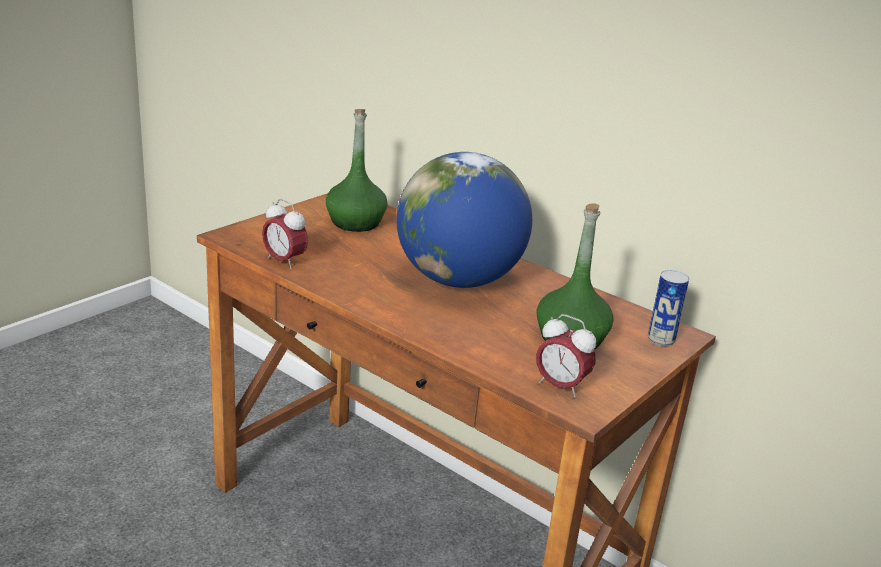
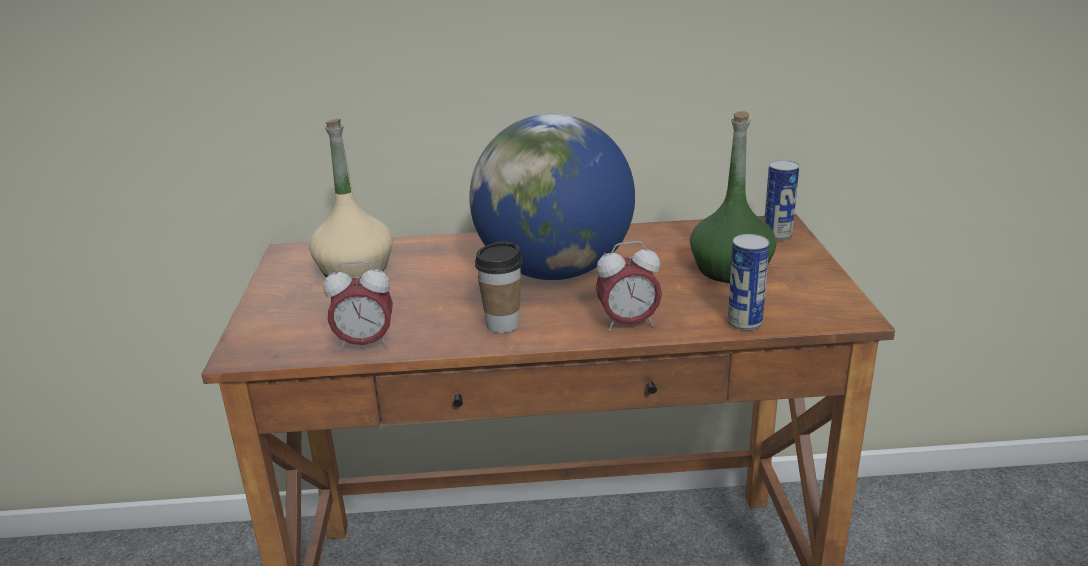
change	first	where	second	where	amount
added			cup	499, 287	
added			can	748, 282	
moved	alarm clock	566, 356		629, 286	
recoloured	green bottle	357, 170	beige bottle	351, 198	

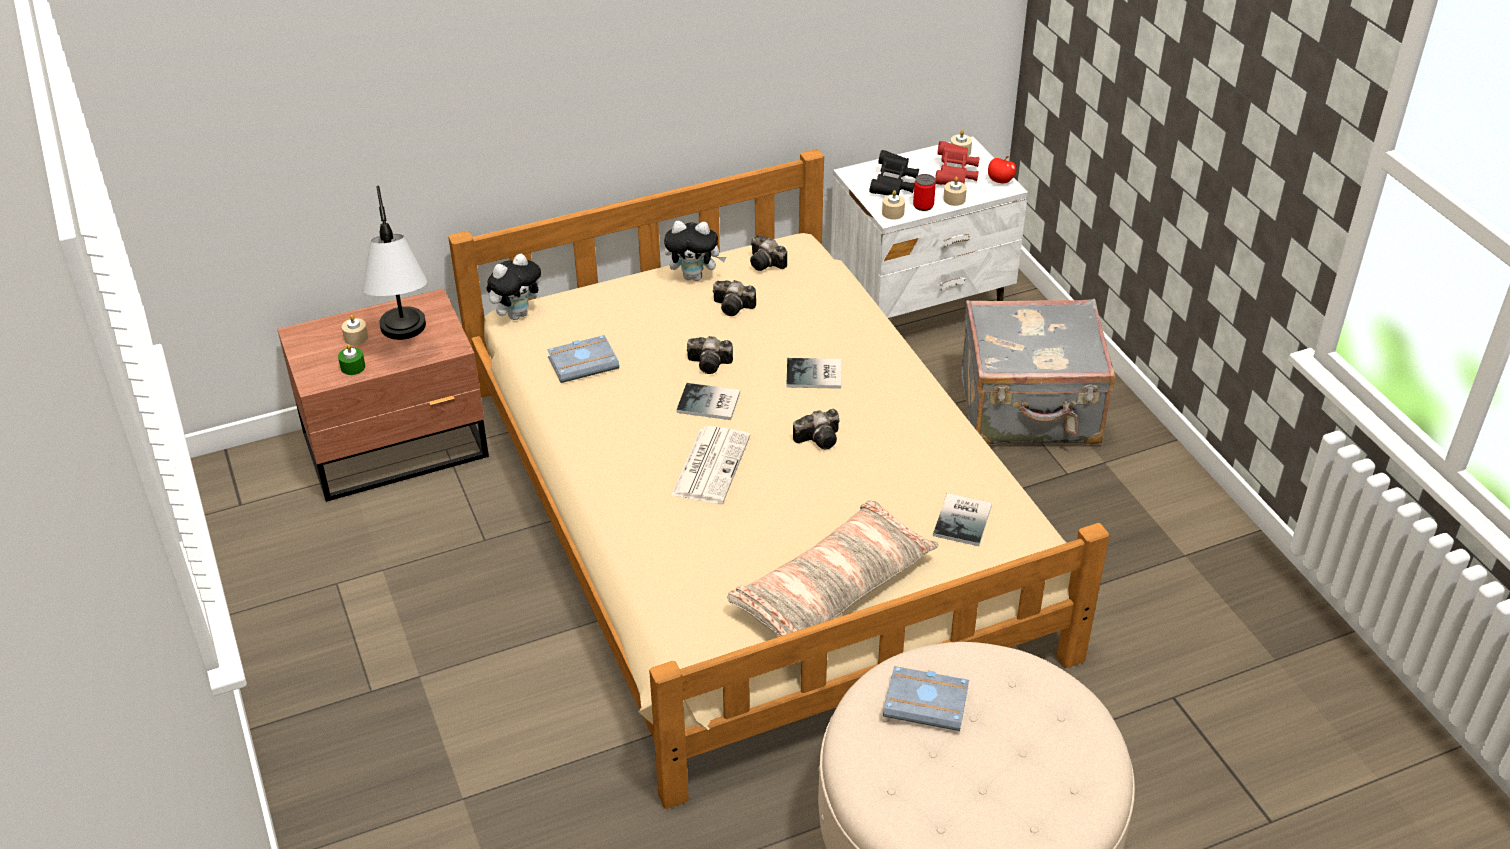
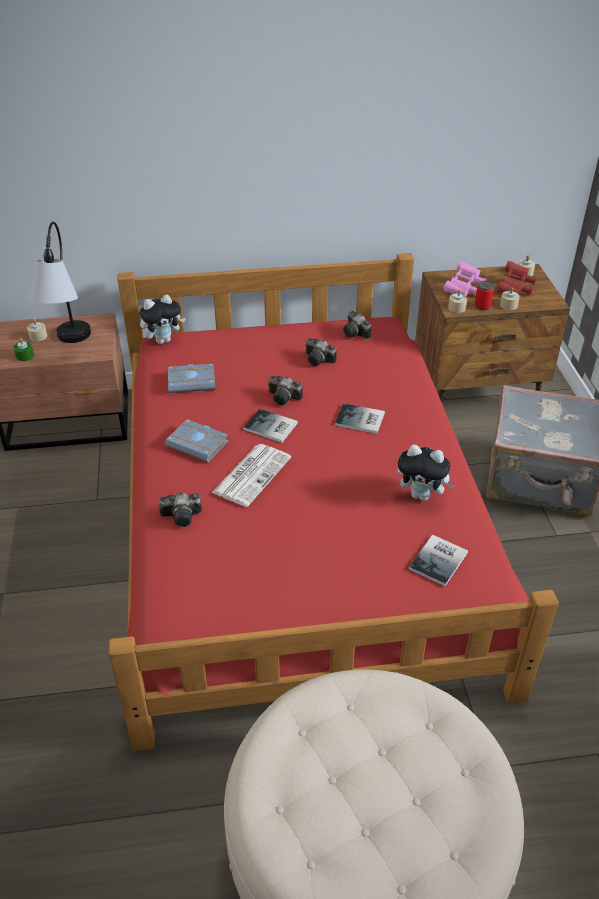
change	first	where	second	where	amount
removed	pillow	833, 568			
removed	apple	1002, 170			
moved	plush toy	695, 251		426, 472	
moved	photo camera	816, 429		180, 509	
moved	grey book	926, 698		197, 440	
recoloured	beige bed	779, 479	red bed	334, 502	
recoloured	white nightstand	929, 228	brown nightstand	492, 333	
recoloured	black binoculars	894, 172	pink binoculars	464, 278	

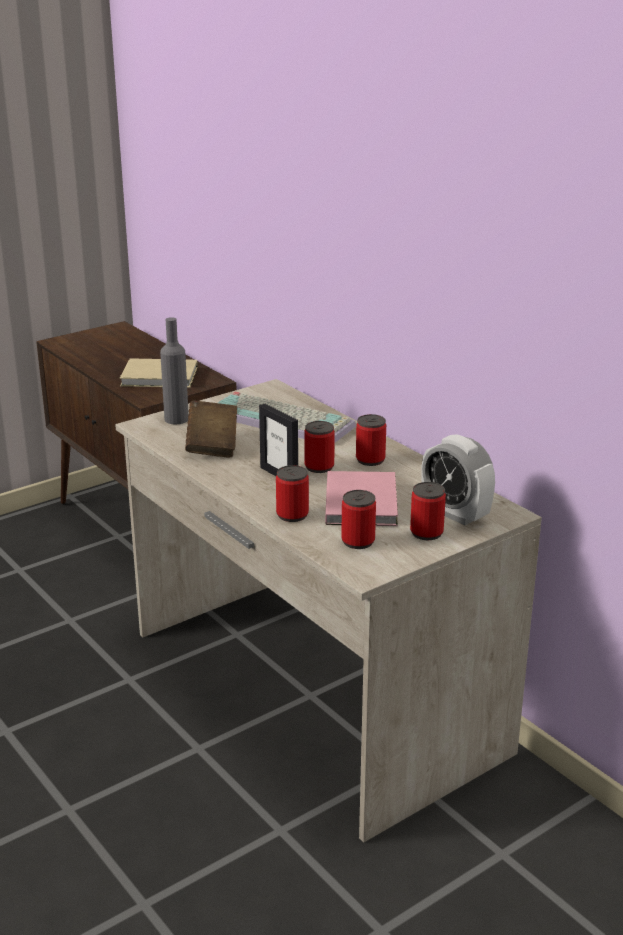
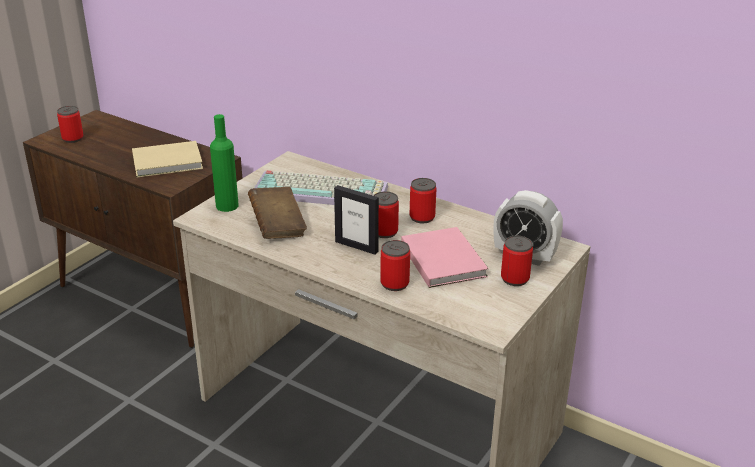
change	first	where	second	where	amount
moved	can	358, 519		70, 124	
recoloured	grey bottle	174, 370	green bottle	224, 163	

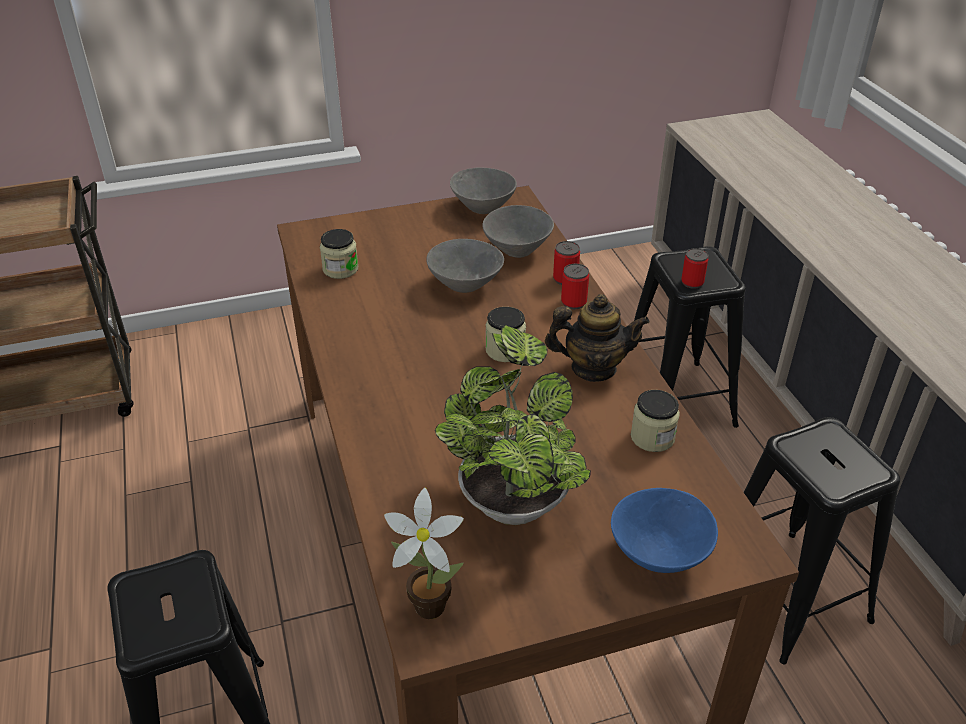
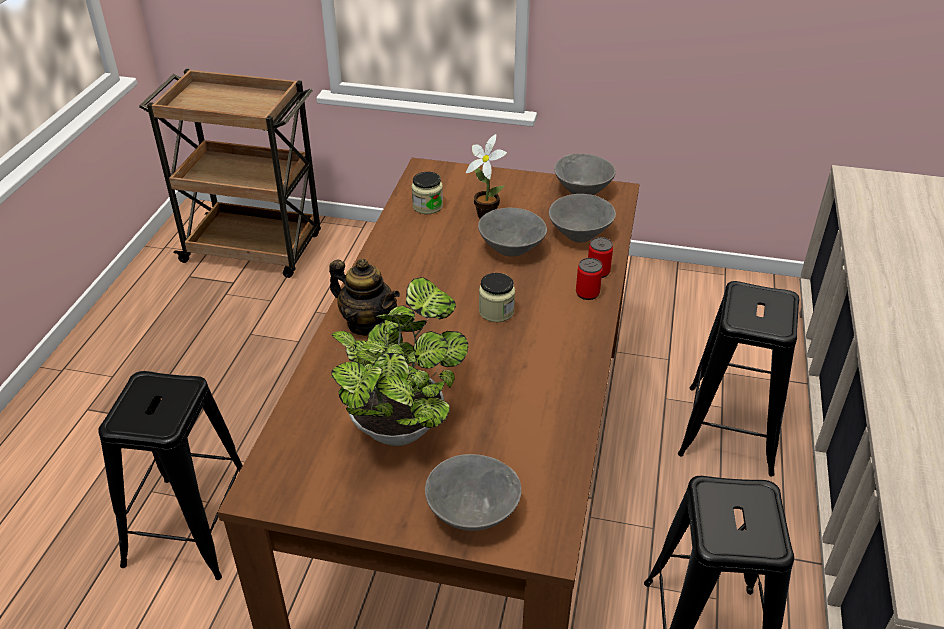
change	first	where	second	where	amount
removed	jar	655, 421			
removed	can	694, 268			
moved	potted plant	424, 553		486, 176	
moved	teapot	597, 338		364, 297	
recoloured	blue bowl	664, 530	grey bowl	473, 492	

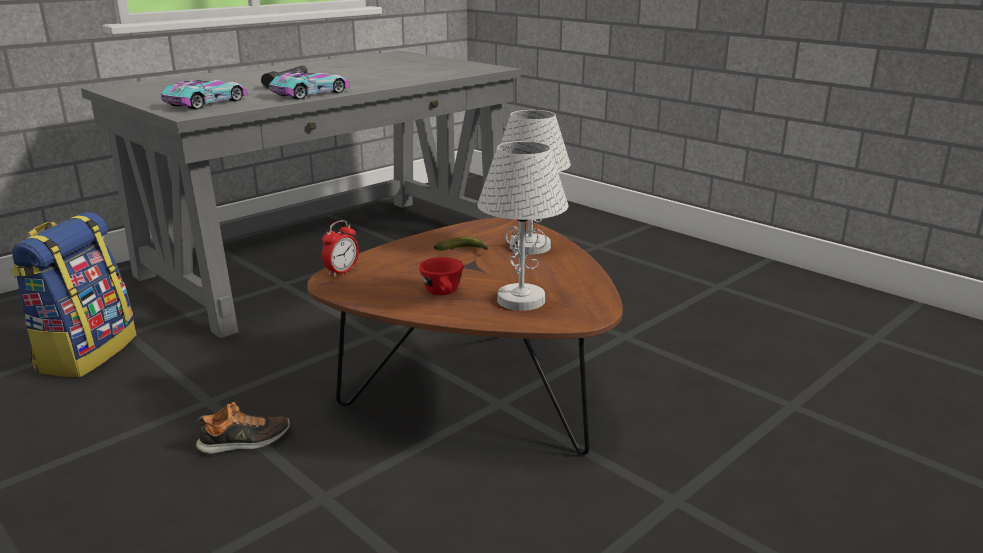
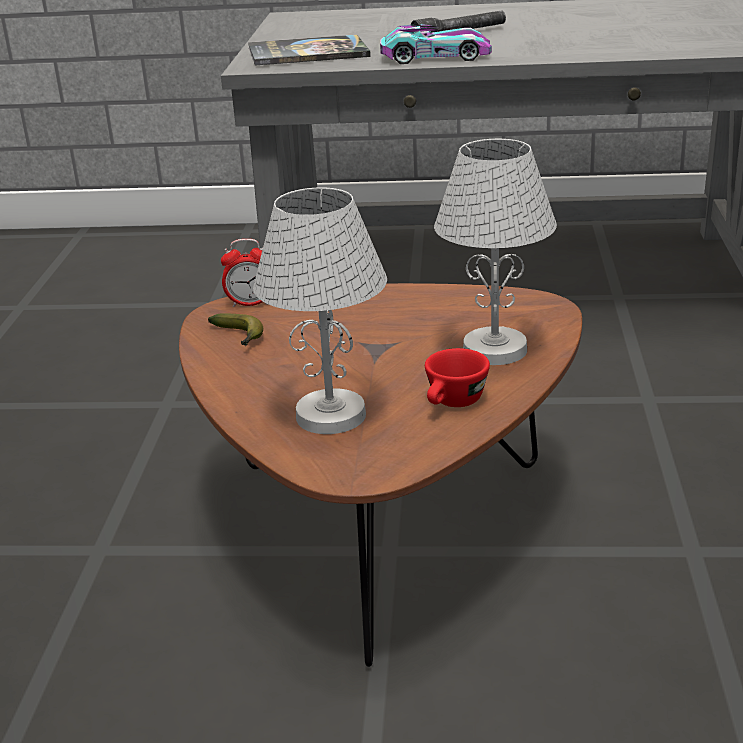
change	first	where	second	where	amount
removed	backpack	74, 295			
removed	shoe	243, 428			
moved	red cup	441, 276		457, 377	
moved	banana	461, 243		235, 329	
replaced	toy car	204, 95	book	309, 50	

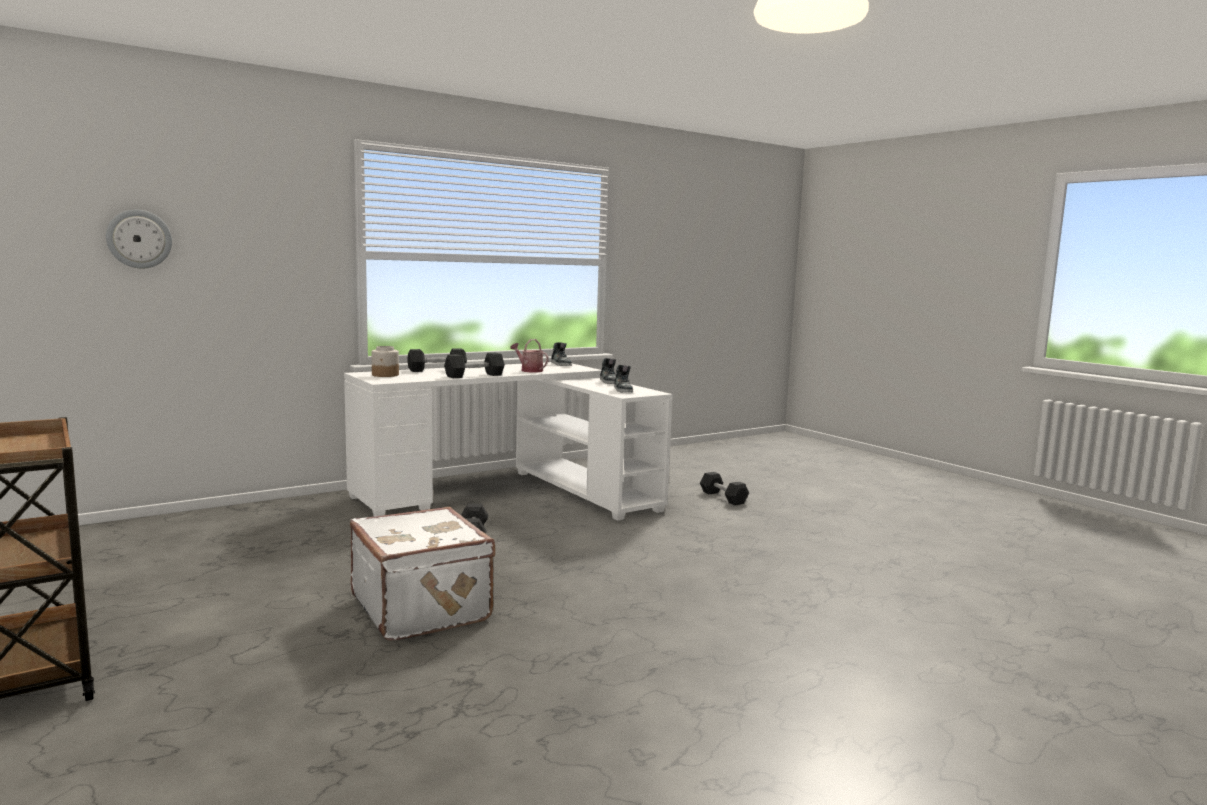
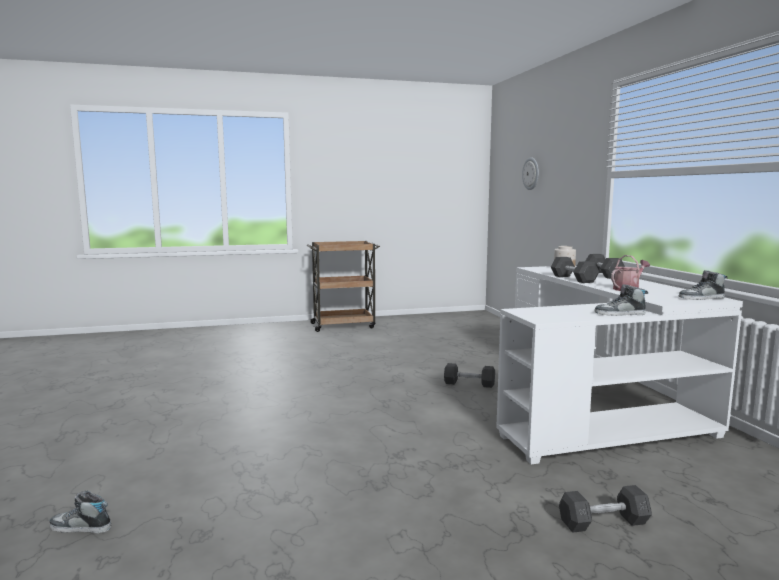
change	first	where	second	where	amount
removed	white suitcase	422, 574			
moved	shoe	623, 379		80, 512	

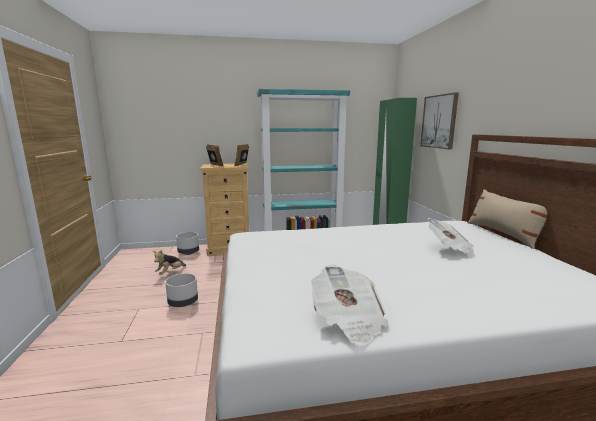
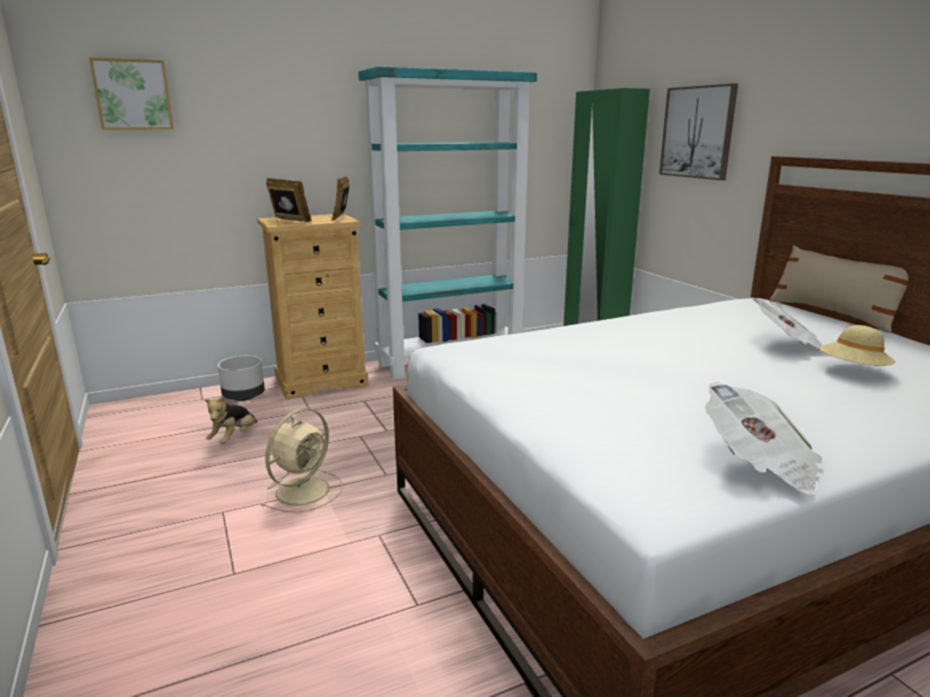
change	first	where	second	where	amount
added			picture	131, 93	
added			beige hat	857, 345	
replaced	grey planter	181, 290	beige fan	302, 460	

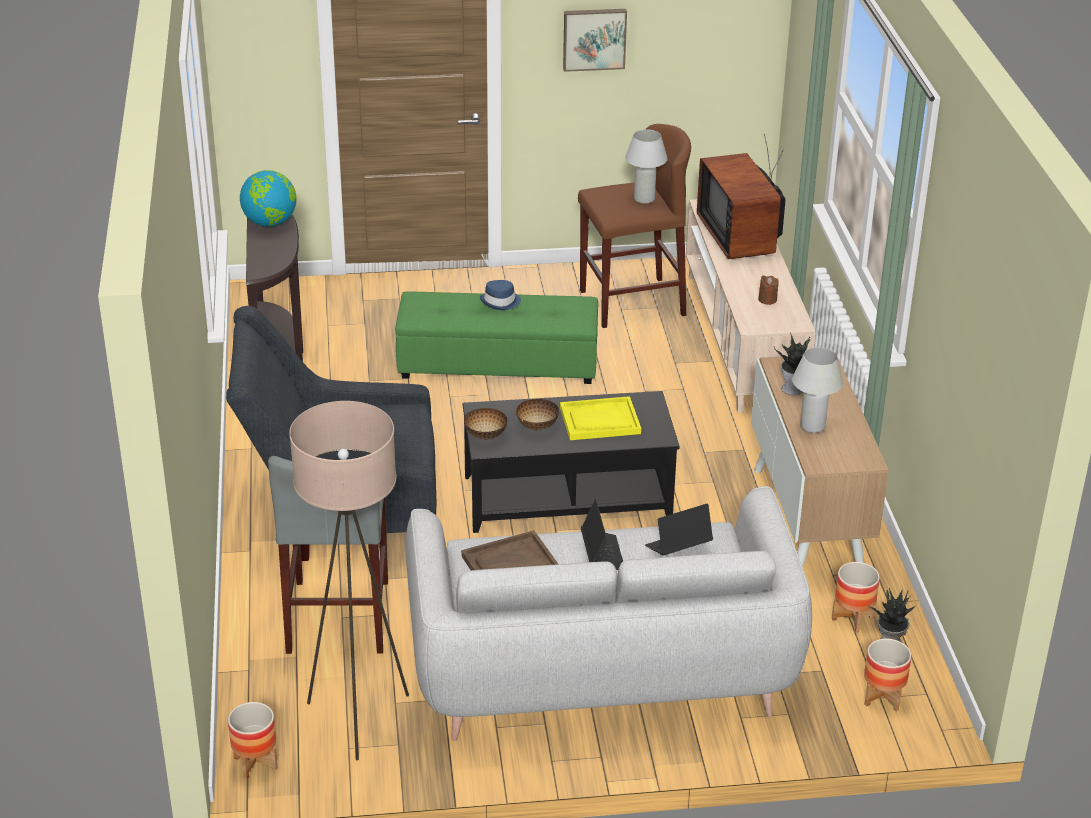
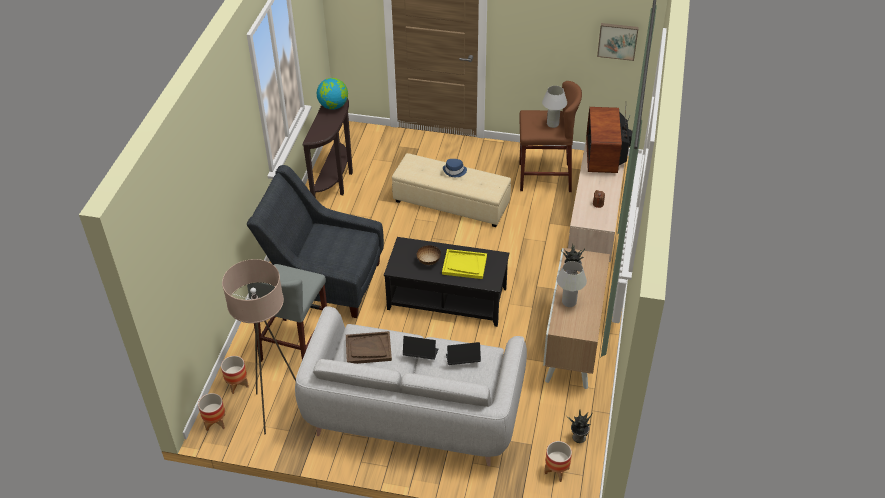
change	first	where	second	where	amount
removed	bowl	486, 424			
moved	picture	595, 40		618, 42	
moved	planter	856, 597		235, 375	
recoloured	green ottoman	496, 337	beige ottoman	451, 190	
turned	laptop	602, 534		420, 348	90 degrees counterclockwise

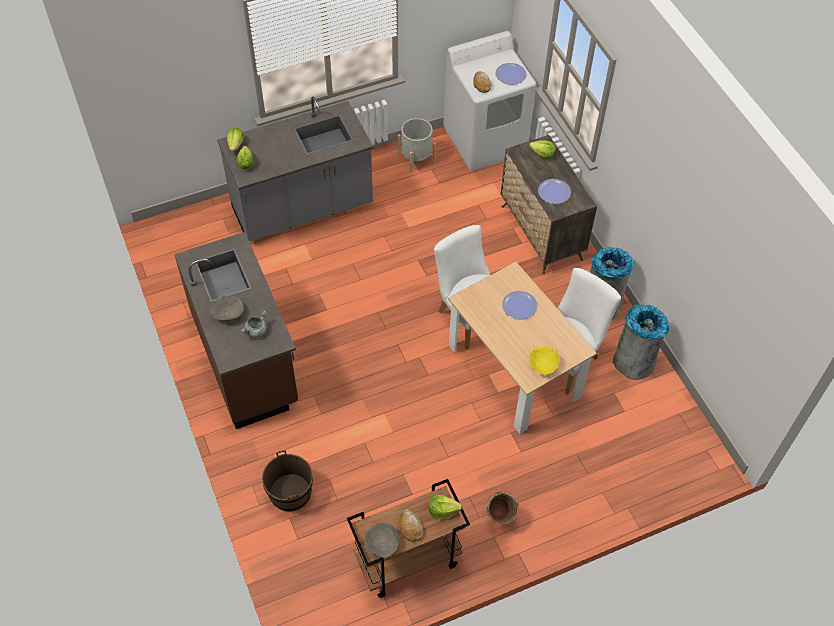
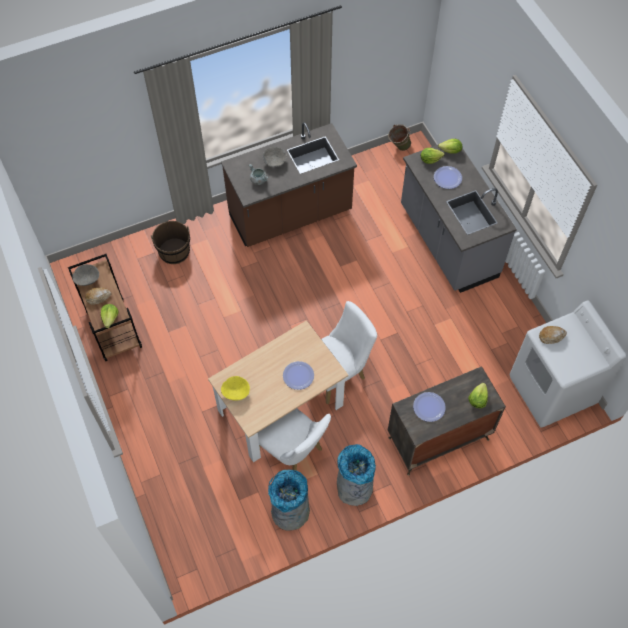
change	first	where	second	where	amount
removed	grey planter	417, 145			
moved	green bucket	502, 507		399, 137	
moved	plate	511, 74		448, 177	

